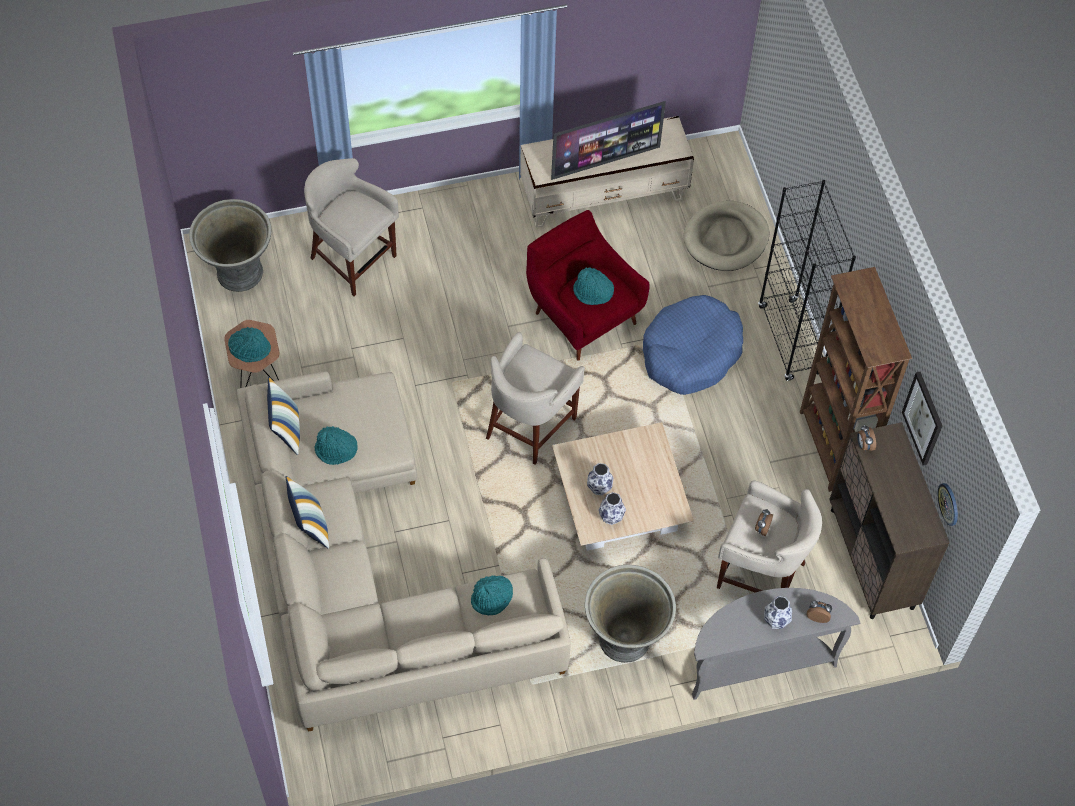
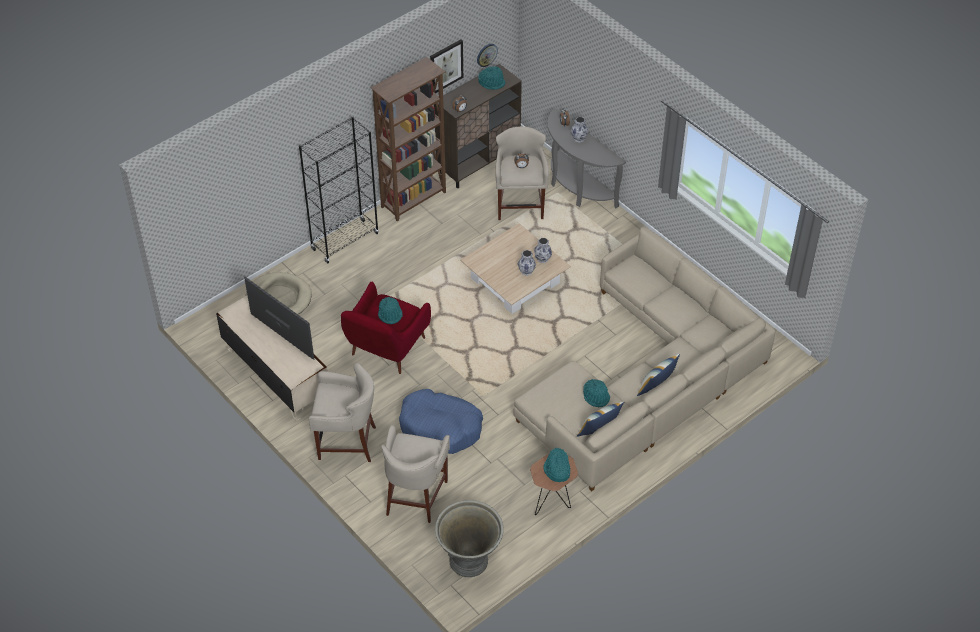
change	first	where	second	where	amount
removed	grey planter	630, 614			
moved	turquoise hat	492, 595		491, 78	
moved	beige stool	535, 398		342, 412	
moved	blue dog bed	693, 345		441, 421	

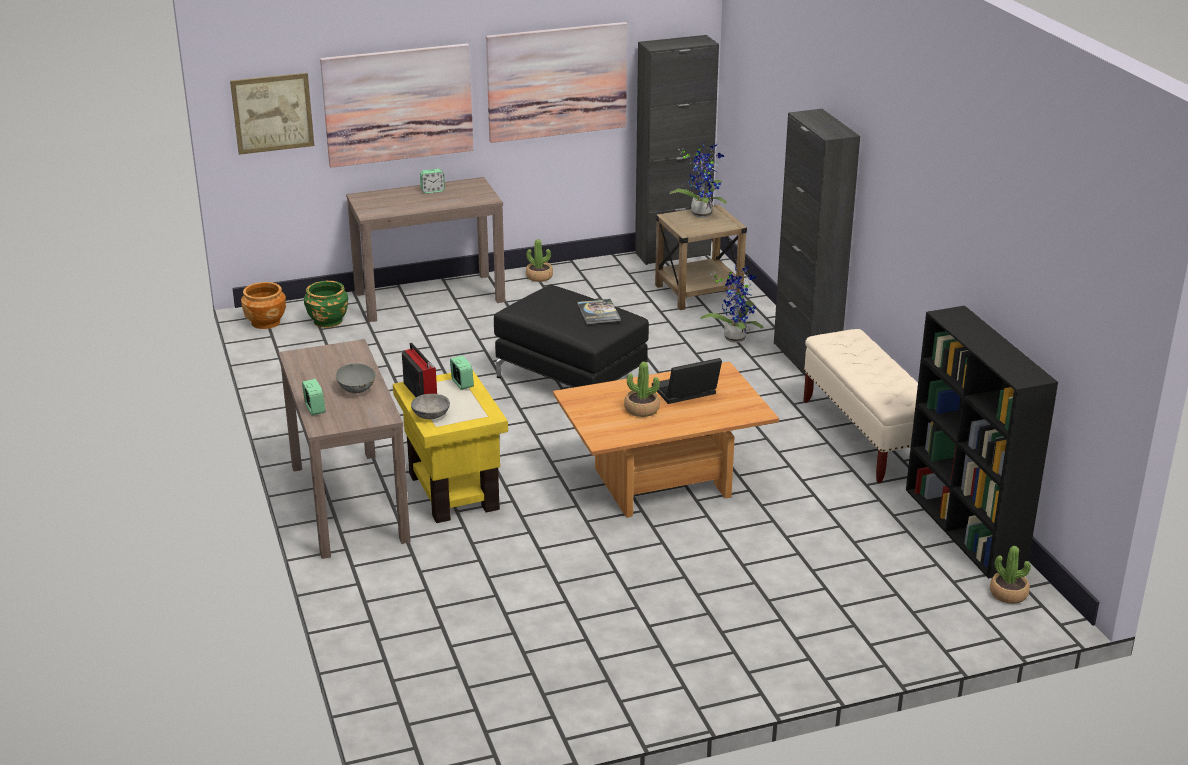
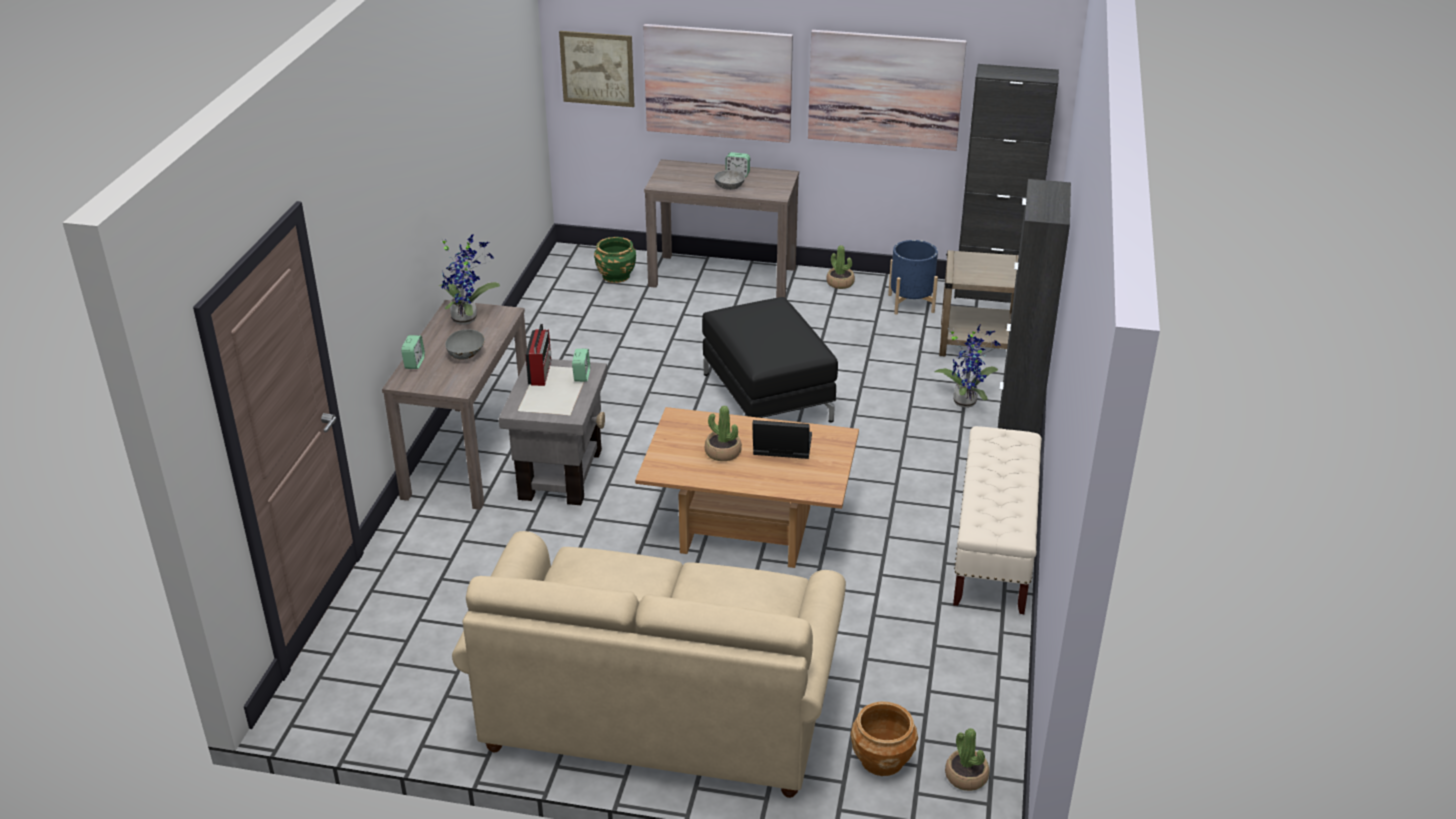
change	first	where	second	where	amount
removed	book	599, 311			
removed	black bookcase	982, 442			
added			beige sofa	649, 664	
added			blue planter	913, 277	
moved	brown planter	263, 305		884, 738	
moved	grey bowl	430, 406		729, 180	
moved	potted plant	698, 179		469, 280	
recoloured	yellow side table	450, 447	grey side table	553, 432	

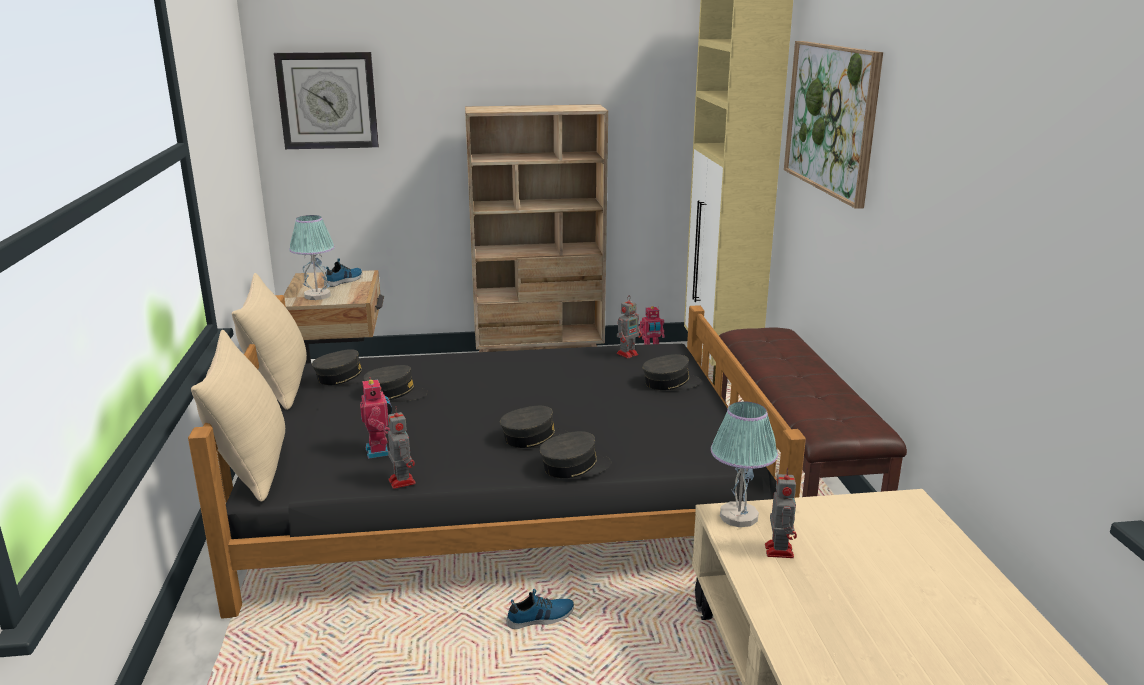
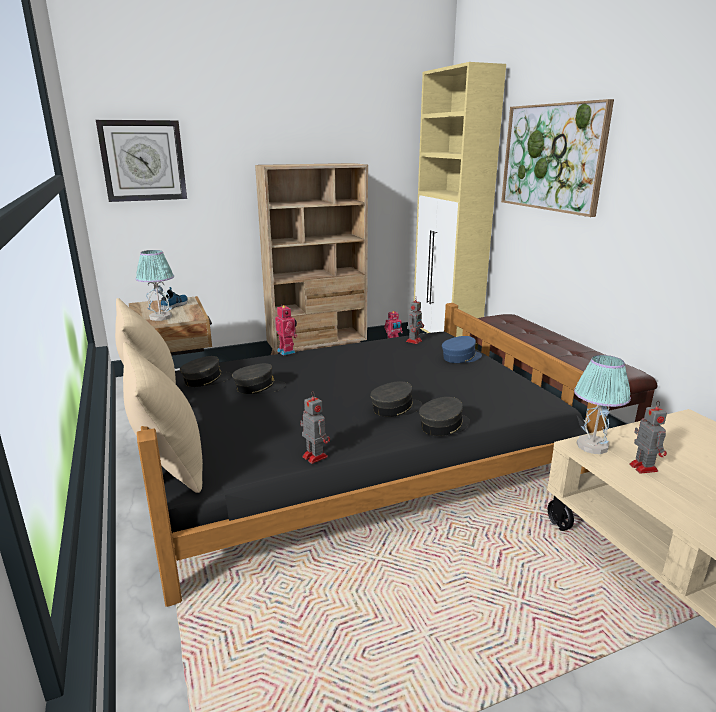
change	first	where	second	where	amount
removed	shoe	540, 609			
moved	toy robot	376, 418		286, 330	
recoloured	grey cap	671, 372	blue cap	462, 349	

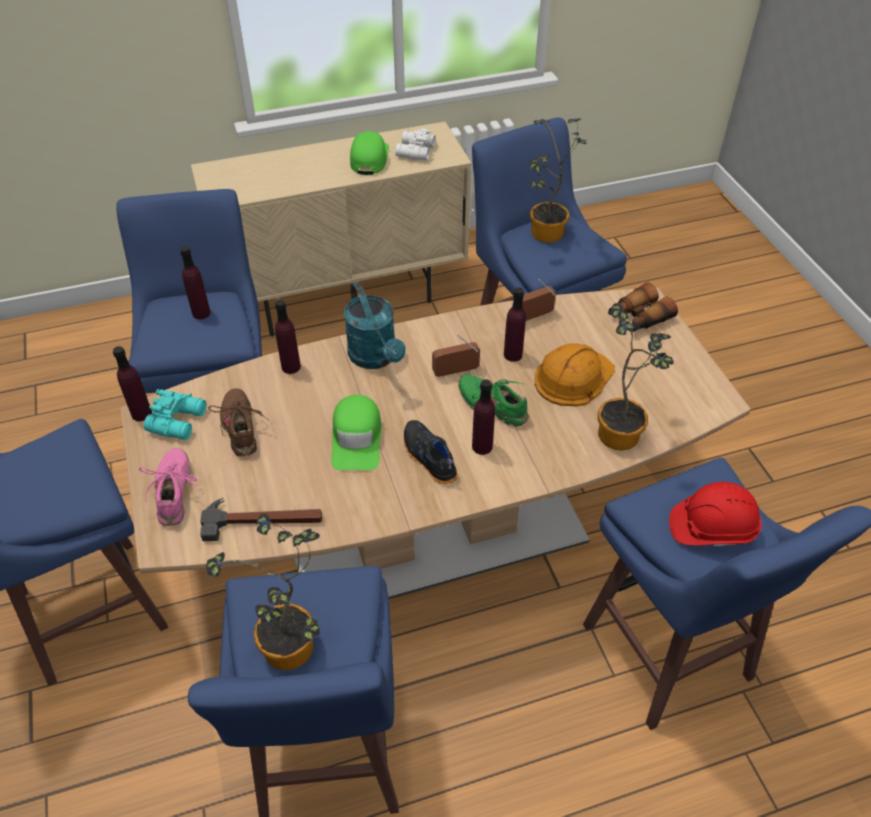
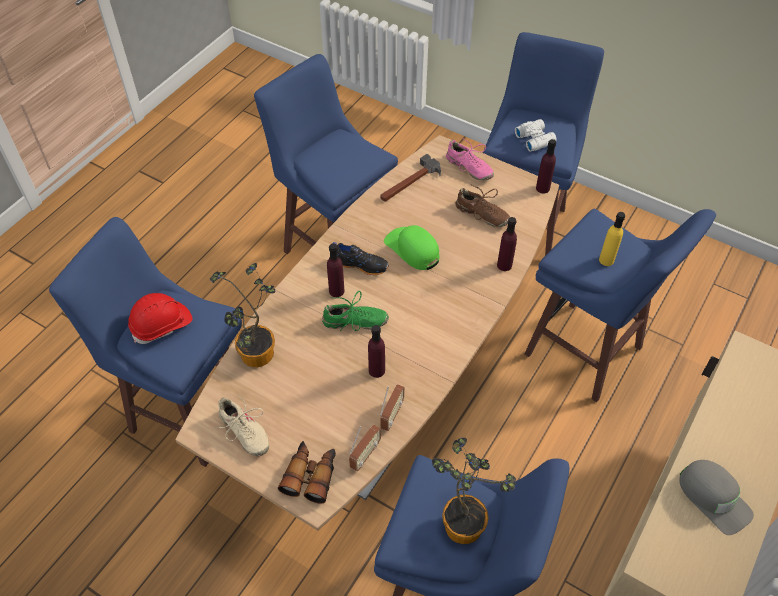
change	first	where	second	where	amount
removed	turquoise binoculars	175, 414			
removed	potted plant	263, 592			
removed	turquoise watering can	375, 325			
removed	orange hard hat	575, 374			
added			beige shoe	241, 425	
moved	white binoculars	415, 144		536, 135	
moved	radio	456, 356		365, 448	
recoloured	purple bottle	195, 282	yellow bottle	612, 239	
recoloured	green cap	369, 153	grey cap	716, 497	

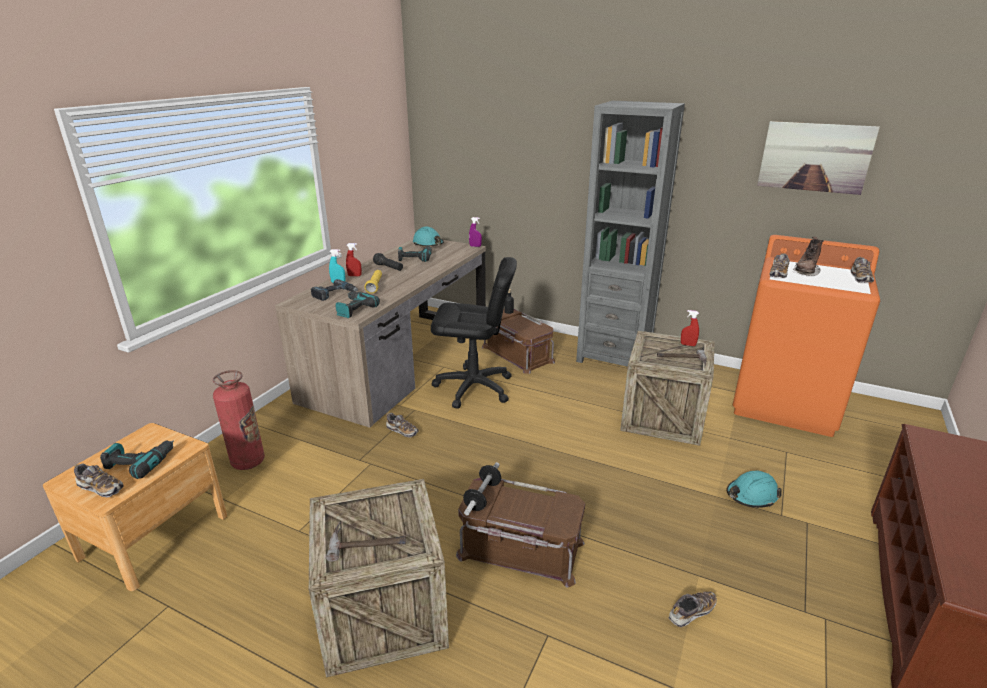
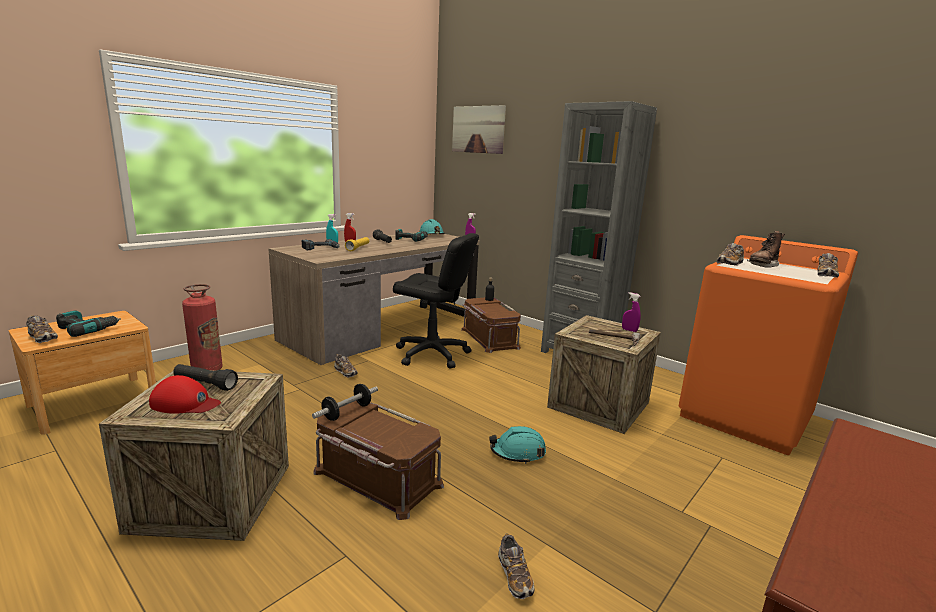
change	first	where	second	where	amount
removed	power drill	358, 304			
added			black flashlight	205, 377	
moved	turquoise hard hat	753, 489		517, 445	
moved	picture	818, 158		479, 129	
replaced	hammer	366, 542	red cap	185, 394	
recoloured	red spray bottle	690, 328	purple spray bottle	631, 312	
turned	shoe	692, 609		516, 566	90 degrees clockwise

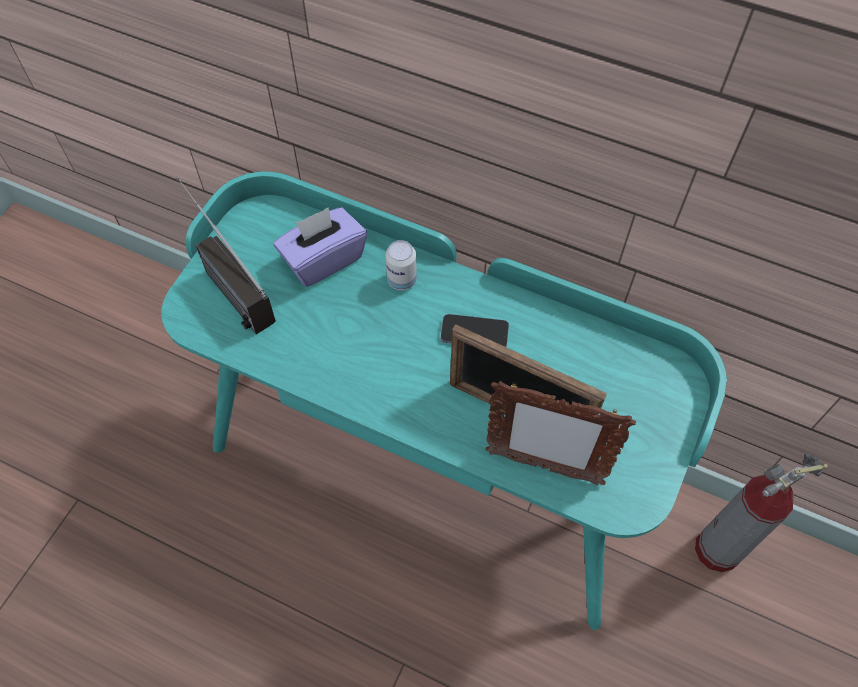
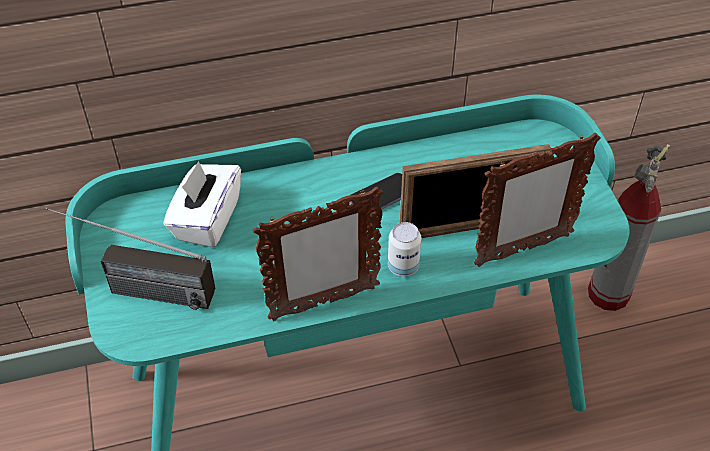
change	first	where	second	where	amount
added			picture frame	318, 254	
moved	can	401, 265		404, 249	
recoloured	purple tissue box	320, 247	white tissue box	202, 204	

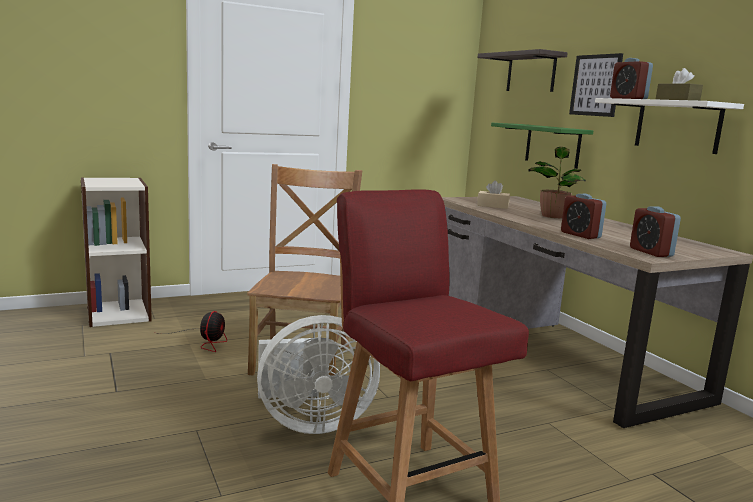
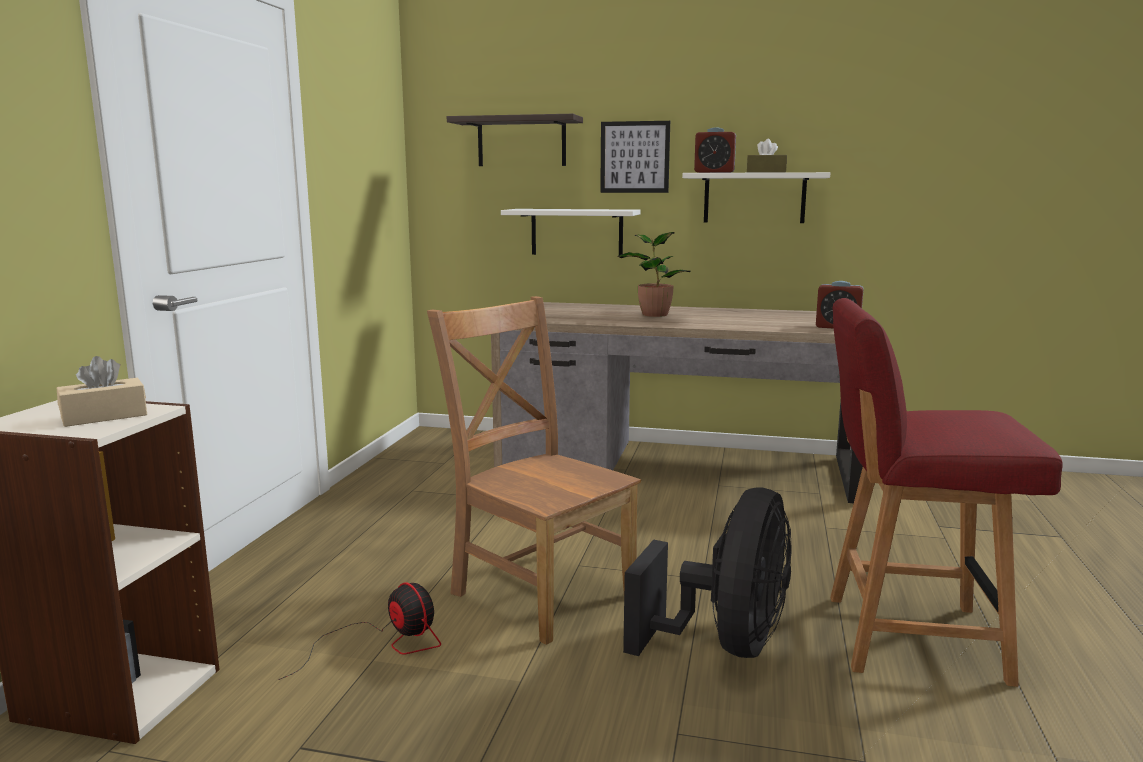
change	first	where	second	where	amount
removed	alarm clock	583, 216			
moved	beige tissue box	493, 195		102, 391	
recoloured	white fan	318, 374	black fan	707, 572	
recoloured	green shelf	542, 146	white shelf	571, 232	

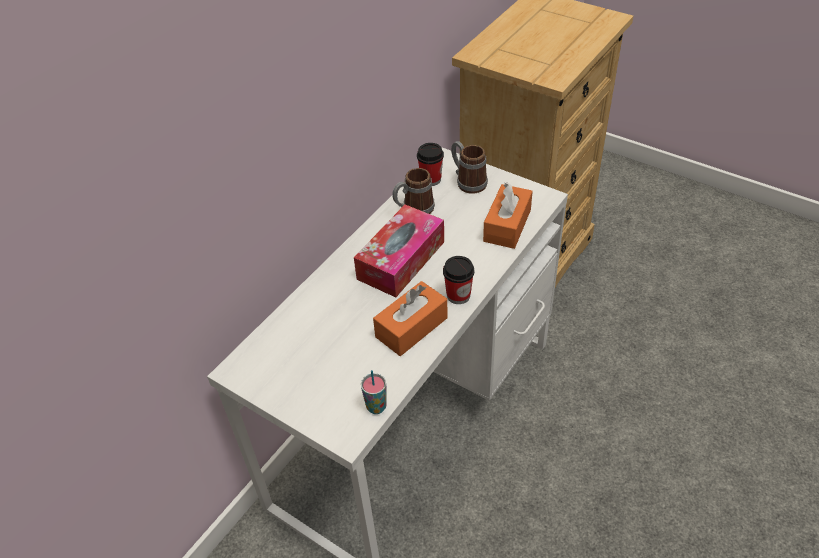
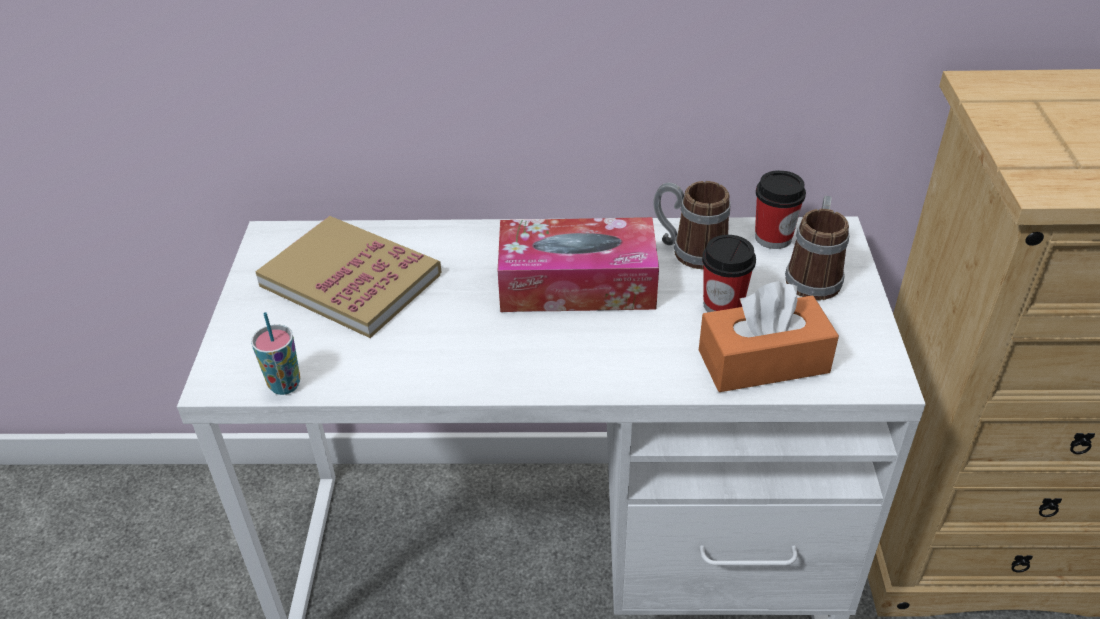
change	first	where	second	where	amount
removed	orange tissue box	410, 318			
added			book	348, 277	
moved	cup	458, 280		729, 273	

